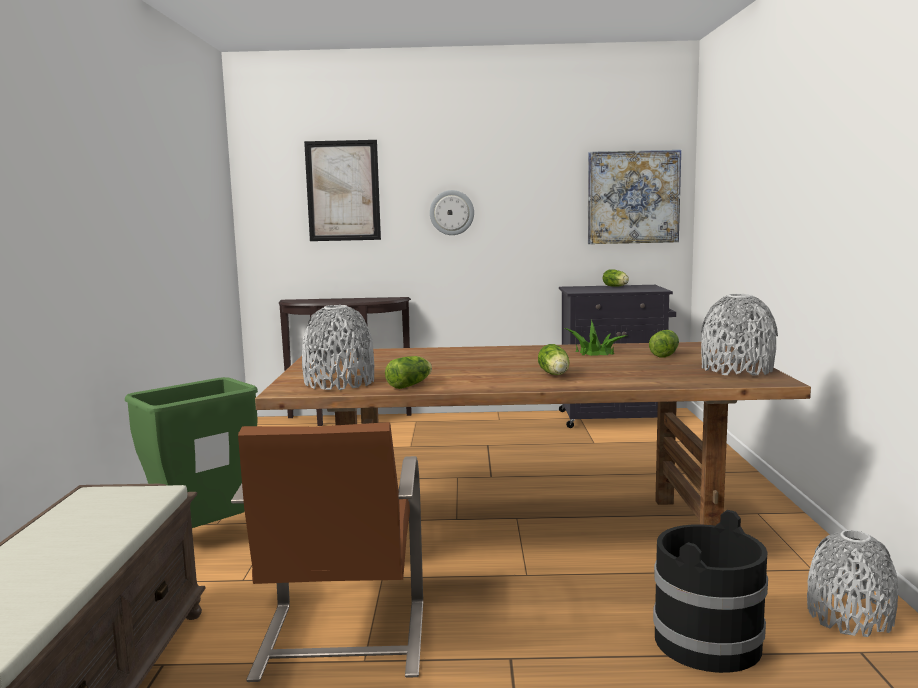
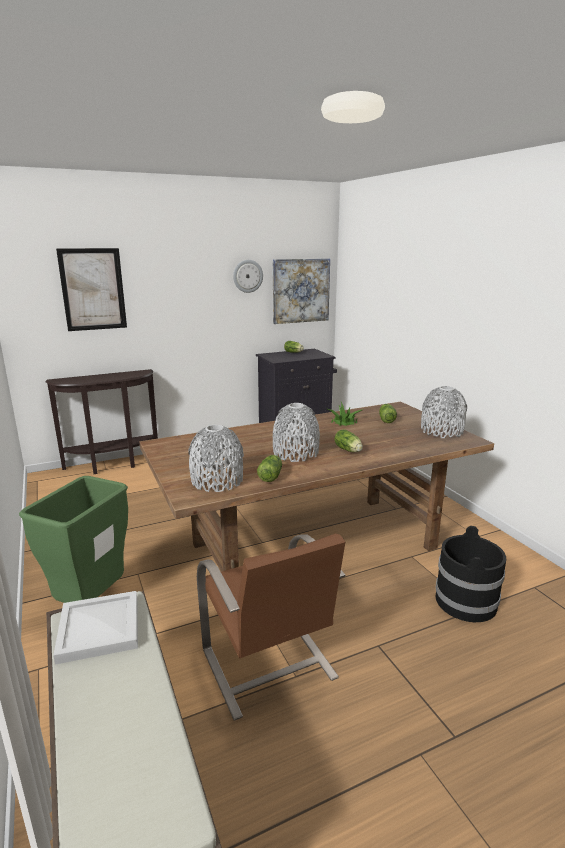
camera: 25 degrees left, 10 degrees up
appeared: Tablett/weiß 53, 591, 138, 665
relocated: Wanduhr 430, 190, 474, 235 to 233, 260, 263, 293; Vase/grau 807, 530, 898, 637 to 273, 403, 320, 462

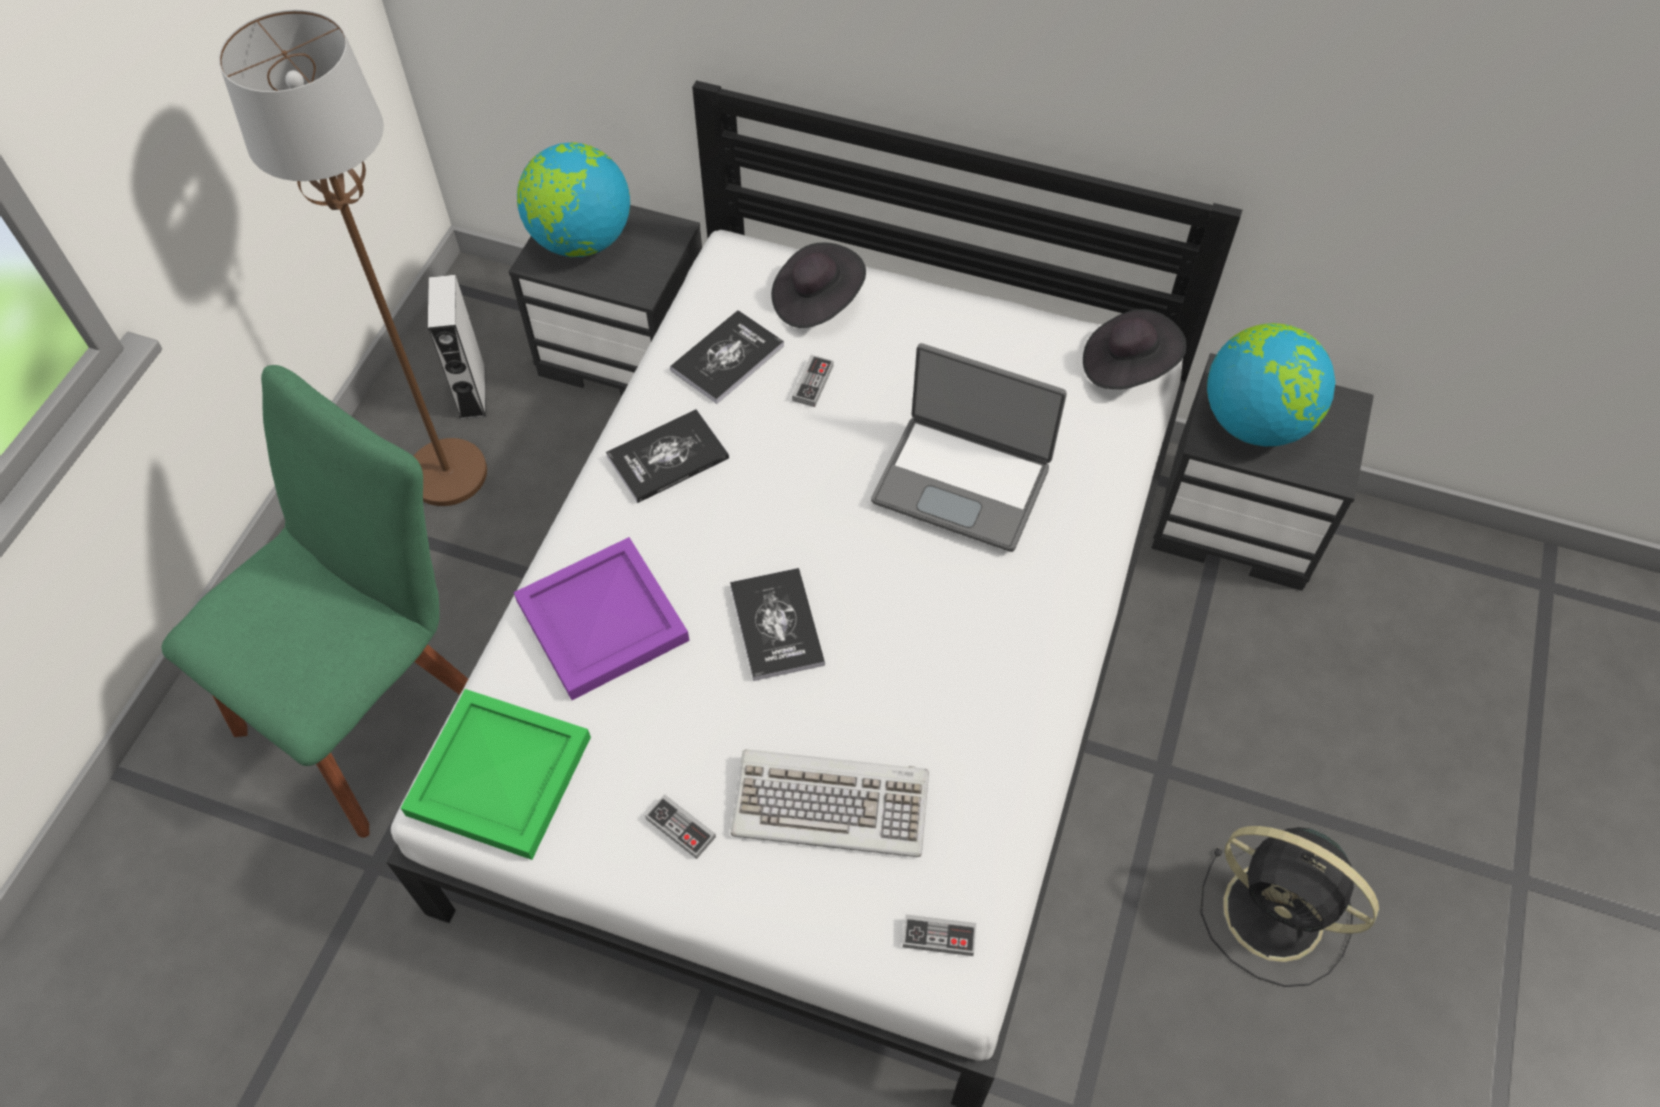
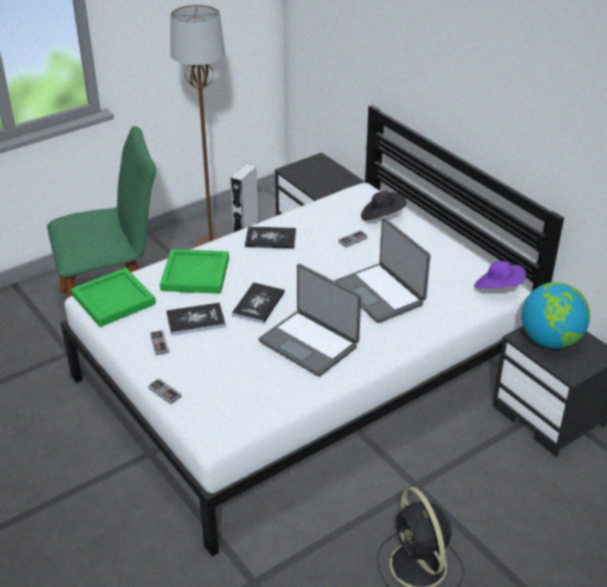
camera: 35 degrees right, 20 degrees down
missing: Globus 517, 142, 630, 257; Tastatur 731, 749, 929, 857
appeared: Laptop 258, 264, 361, 377
relocated: Buch 670, 310, 784, 404 to 166, 303, 226, 336; Gamepad 903, 914, 976, 956 to 148, 378, 182, 404
colour: Tablett/lila 514, 537, 690, 700 to Tablett/grün 160, 249, 229, 294; Hut/schwarz 1083, 309, 1187, 389 to Hut/lila 474, 261, 526, 289

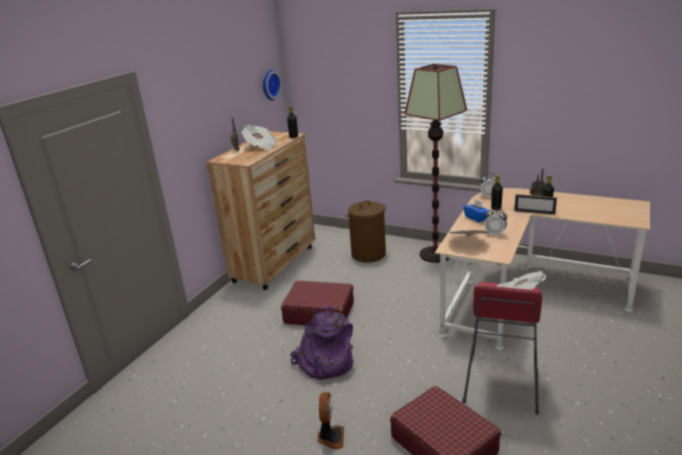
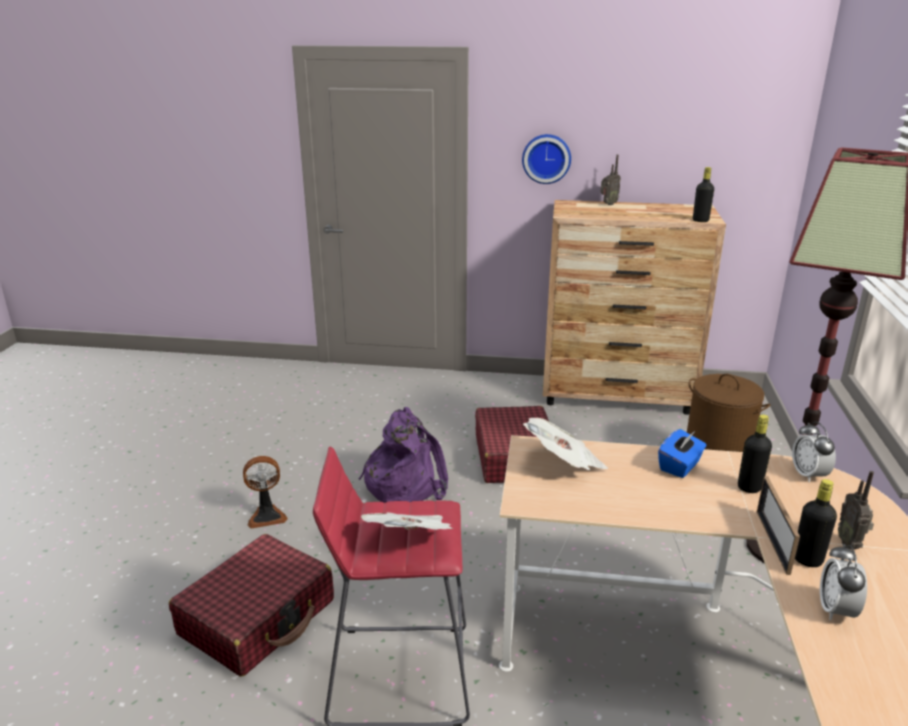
camera: 70 degrees right, 0 degrees up
missing: Zeitung 241, 125, 278, 150
relocated: Wanduhr 263, 70, 282, 101 to 522, 134, 571, 184; Wecker 485, 208, 507, 236 to 820, 544, 867, 621

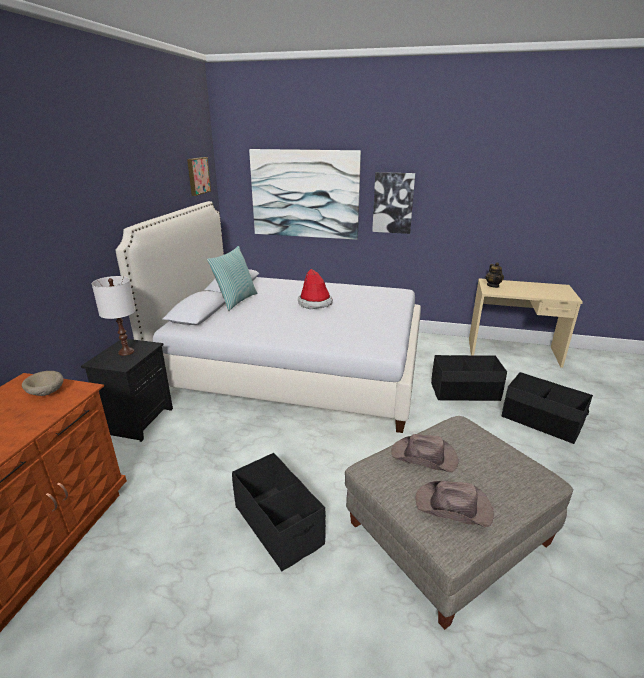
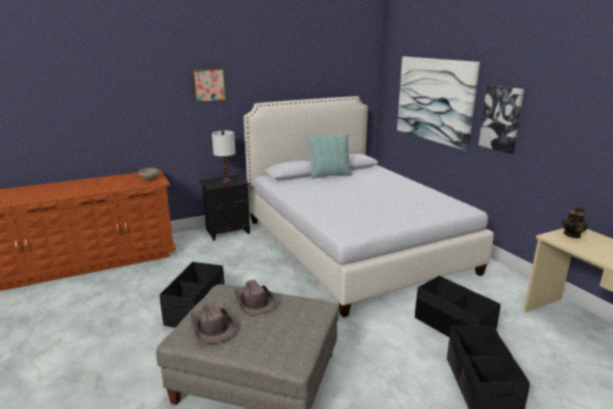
camera: 50 degrees right, 5 degrees down
missing: Hut 298, 269, 333, 309
relocated: Bild 187, 157, 211, 196 to 192, 69, 226, 103

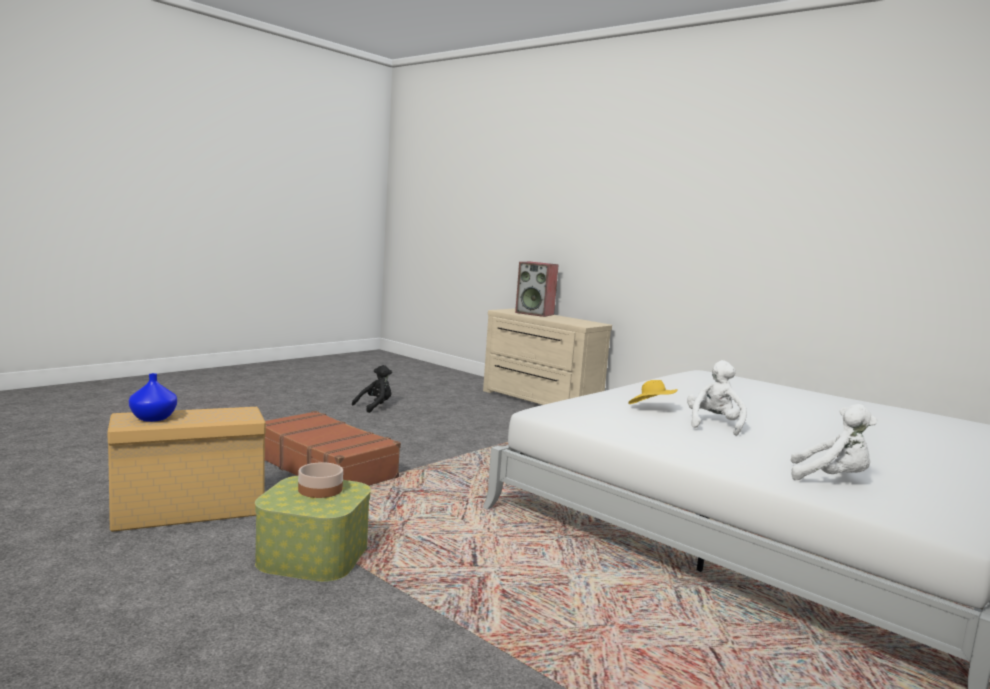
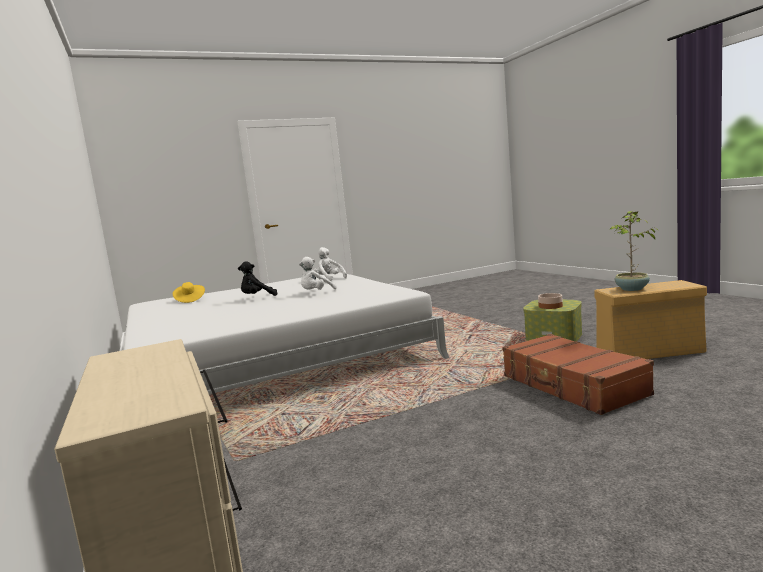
camera: 155 degrees left, 0 degrees up
missing: Vase/blau 129, 373, 177, 422; Lautsprecher 515, 262, 559, 317
appeared: Topfpflanze 610, 211, 659, 291
relocated: Plüschtier/schwarz 352, 365, 392, 413 to 238, 261, 278, 296; Hut/gelb 628, 380, 678, 404 to 173, 282, 205, 303

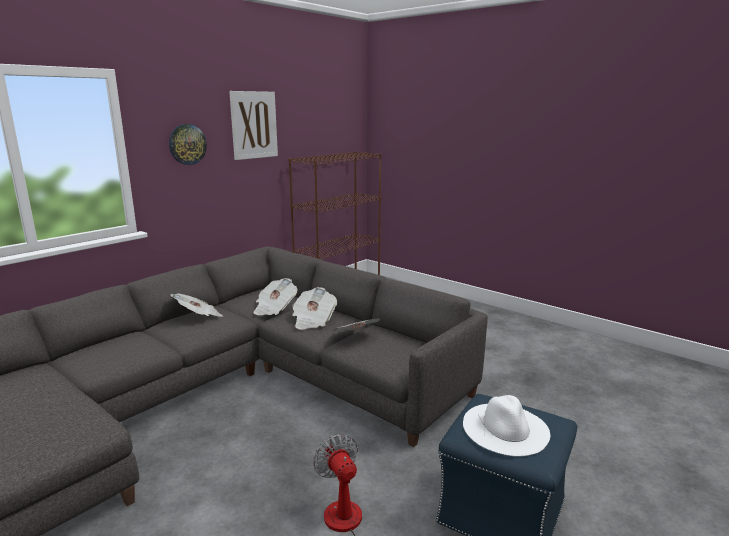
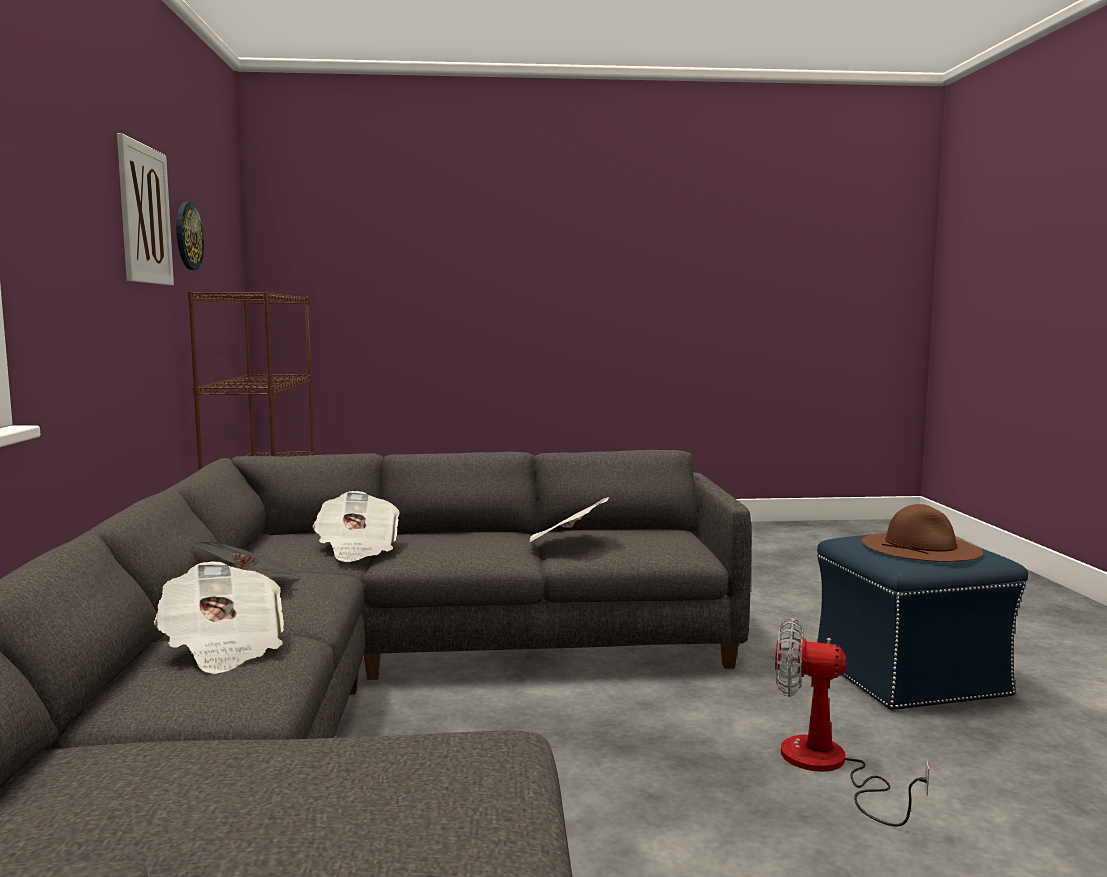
camera: 45 degrees left, 10 degrees down
relocated: Wanduhr 169, 124, 207, 165 to 176, 202, 204, 270; Zeitung 292, 287, 337, 330 to 154, 562, 284, 674
colour: Hut/weiß 463, 395, 550, 457 to Hut/braun 861, 504, 983, 562

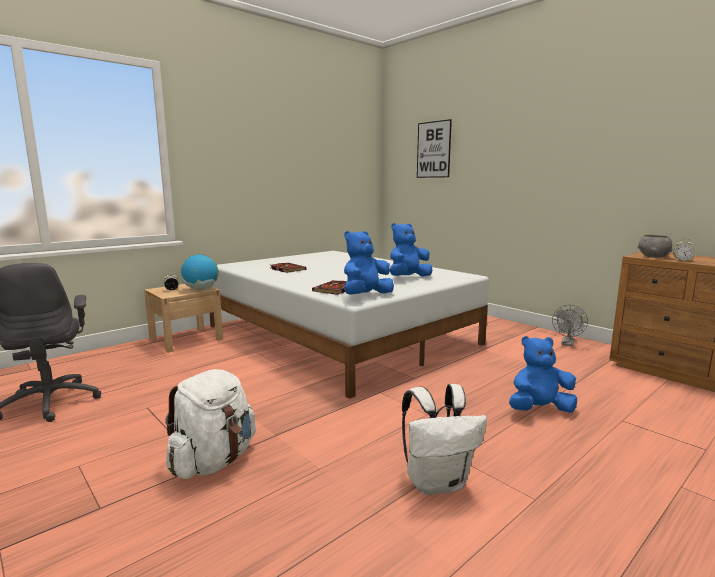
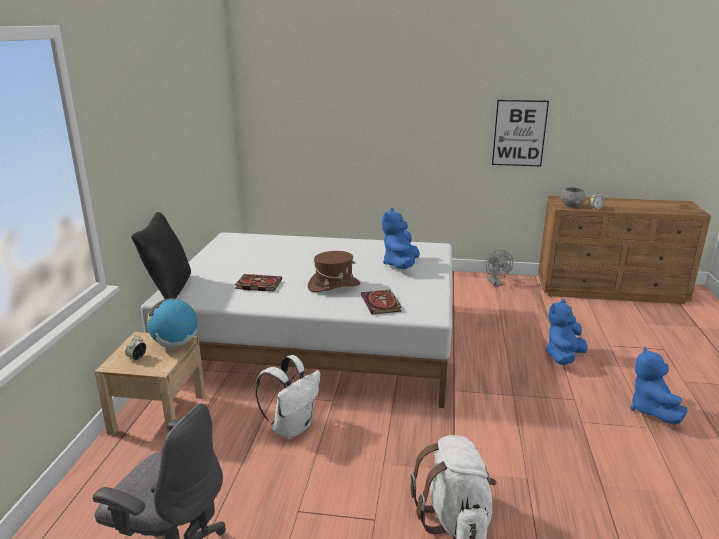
camera: 40 degrees left, 10 degrees up
appeared: Kissen/schwarz 131, 212, 191, 299; Hut/braun 308, 251, 361, 292
relocated: Plüschtier/blau 344, 231, 394, 295 to 630, 346, 687, 424; Rucksack/weiß 402, 384, 487, 495 to 255, 355, 320, 439; Bild 417, 119, 452, 178 to 492, 100, 549, 166

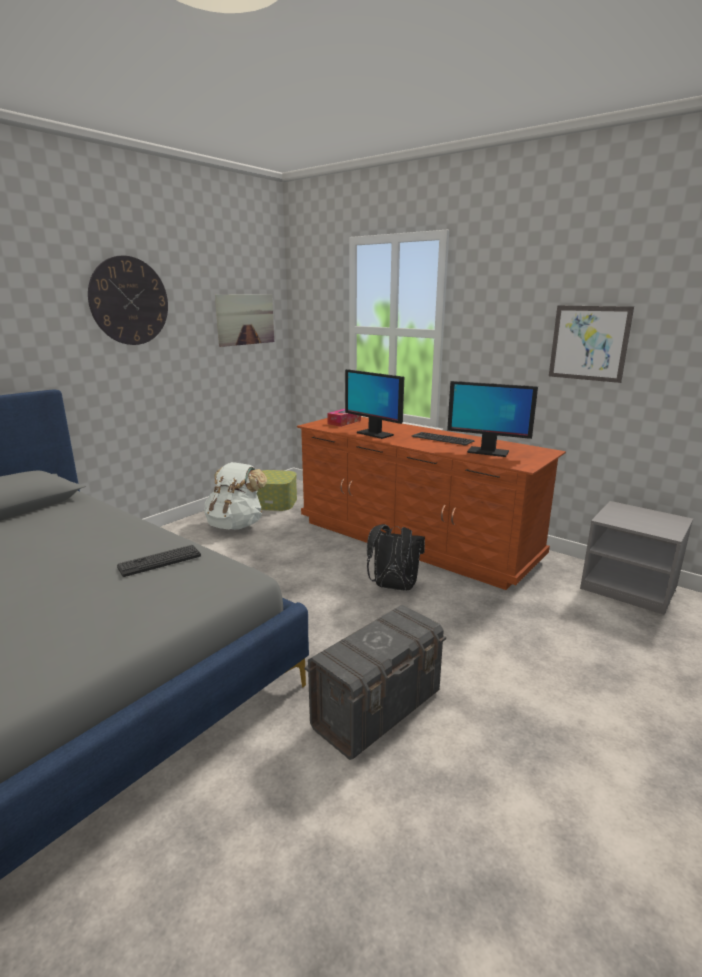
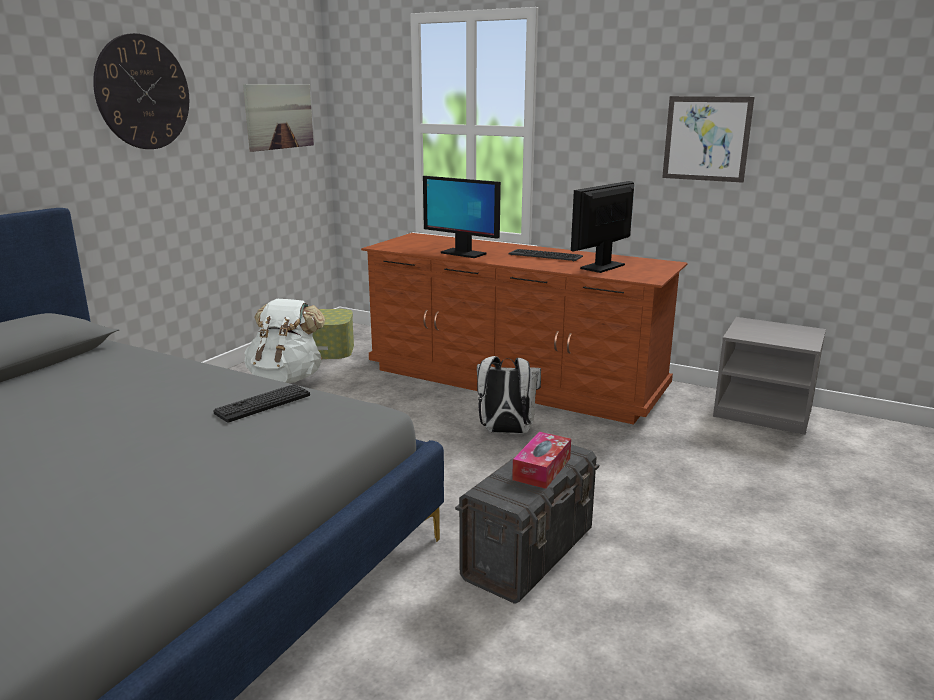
camera: 10 degrees left, 0 degrees up
relocated: Taschentuchbox 327, 409, 361, 427 to 512, 432, 571, 489
colour: Rucksack/schwarz 367, 524, 425, 591 to Rucksack/weiß 477, 356, 541, 434
spun: Monitor 447, 381, 538, 457 = 571, 181, 634, 273 120 degrees clockwise

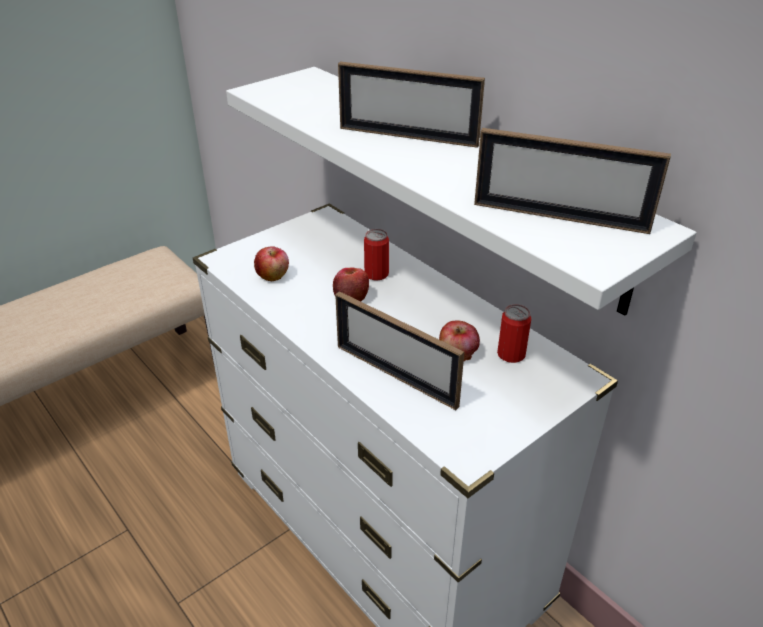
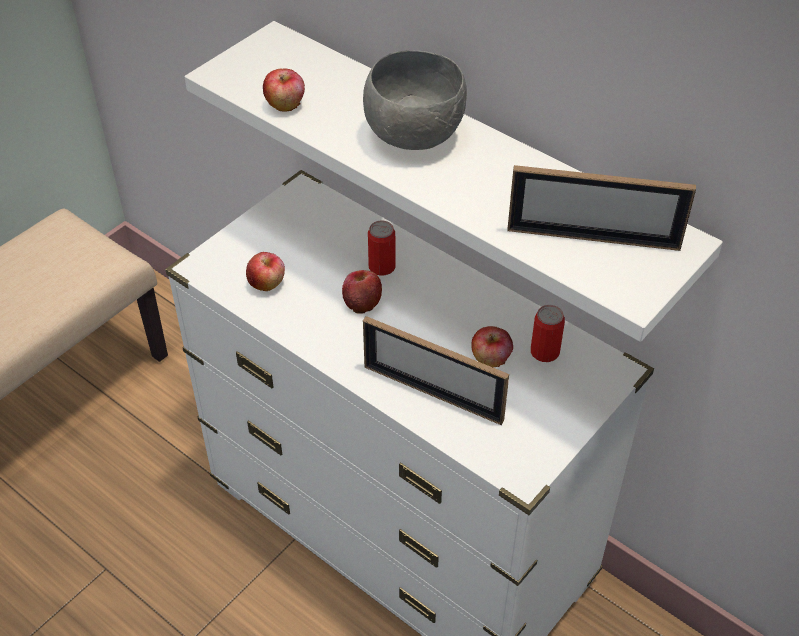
camera: 10 degrees left, 10 degrees up
appeared: Apfel 263, 69, 305, 111
exchanged: Bilderrahmen 338, 62, 485, 148 to Schüssel/grau 363, 50, 467, 150

